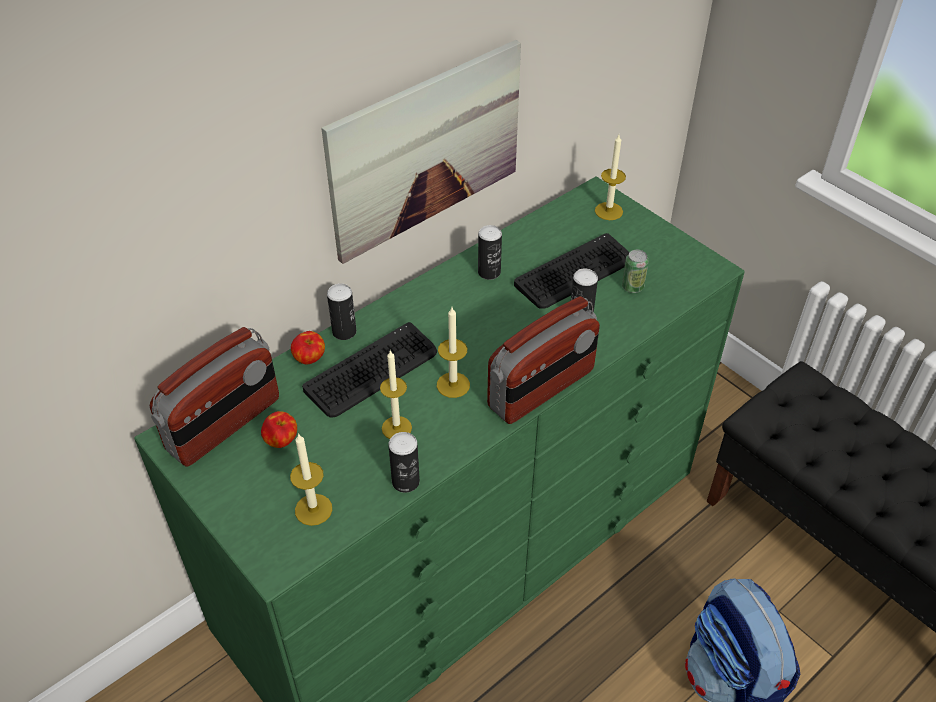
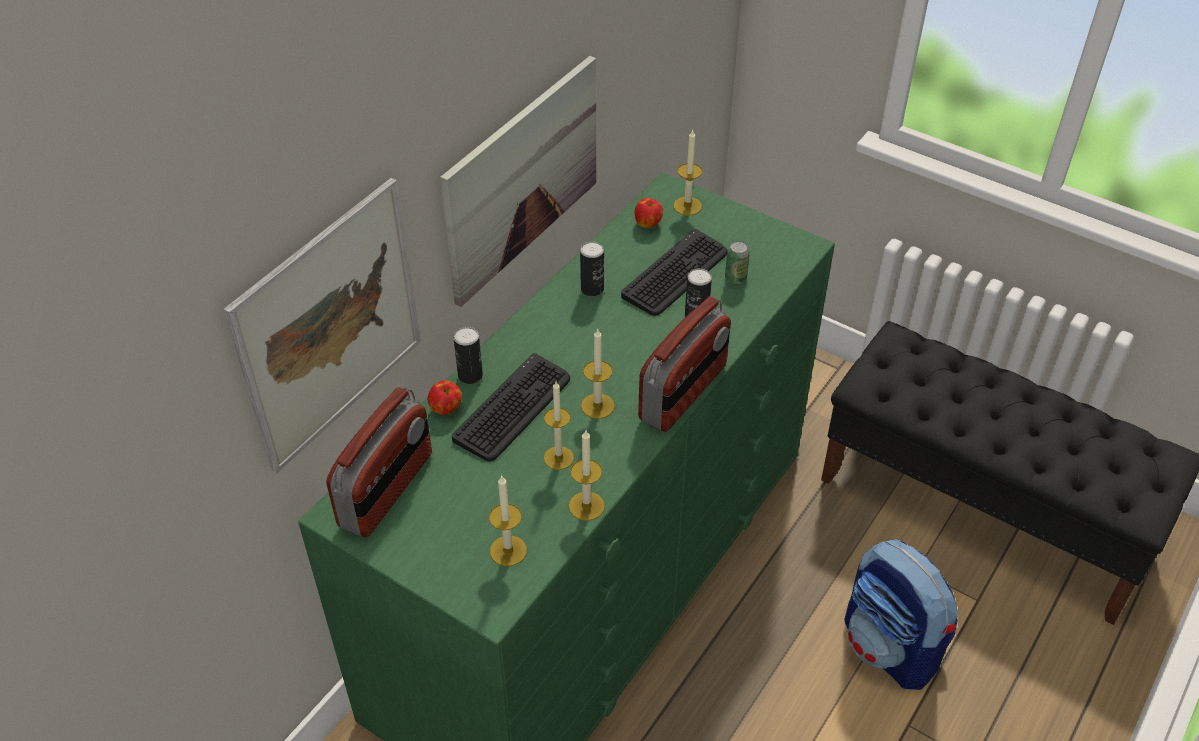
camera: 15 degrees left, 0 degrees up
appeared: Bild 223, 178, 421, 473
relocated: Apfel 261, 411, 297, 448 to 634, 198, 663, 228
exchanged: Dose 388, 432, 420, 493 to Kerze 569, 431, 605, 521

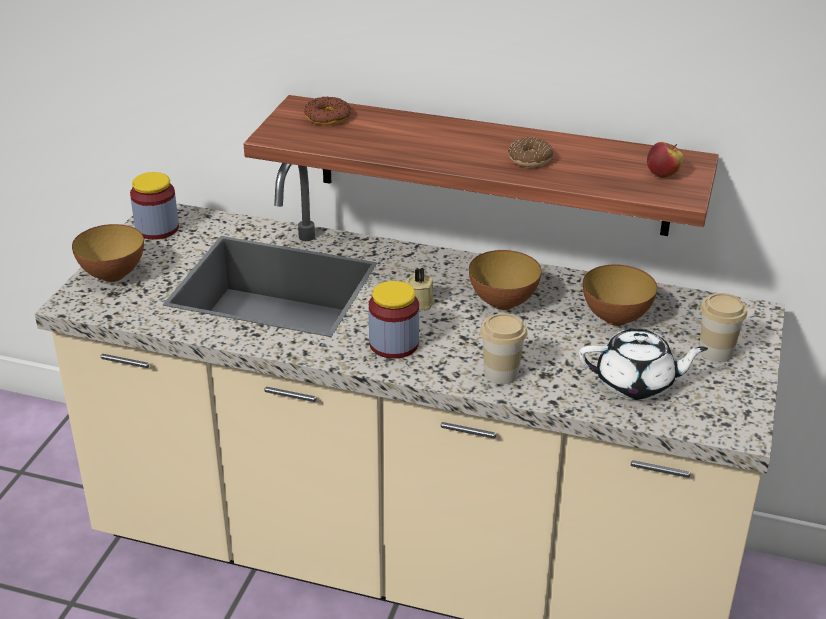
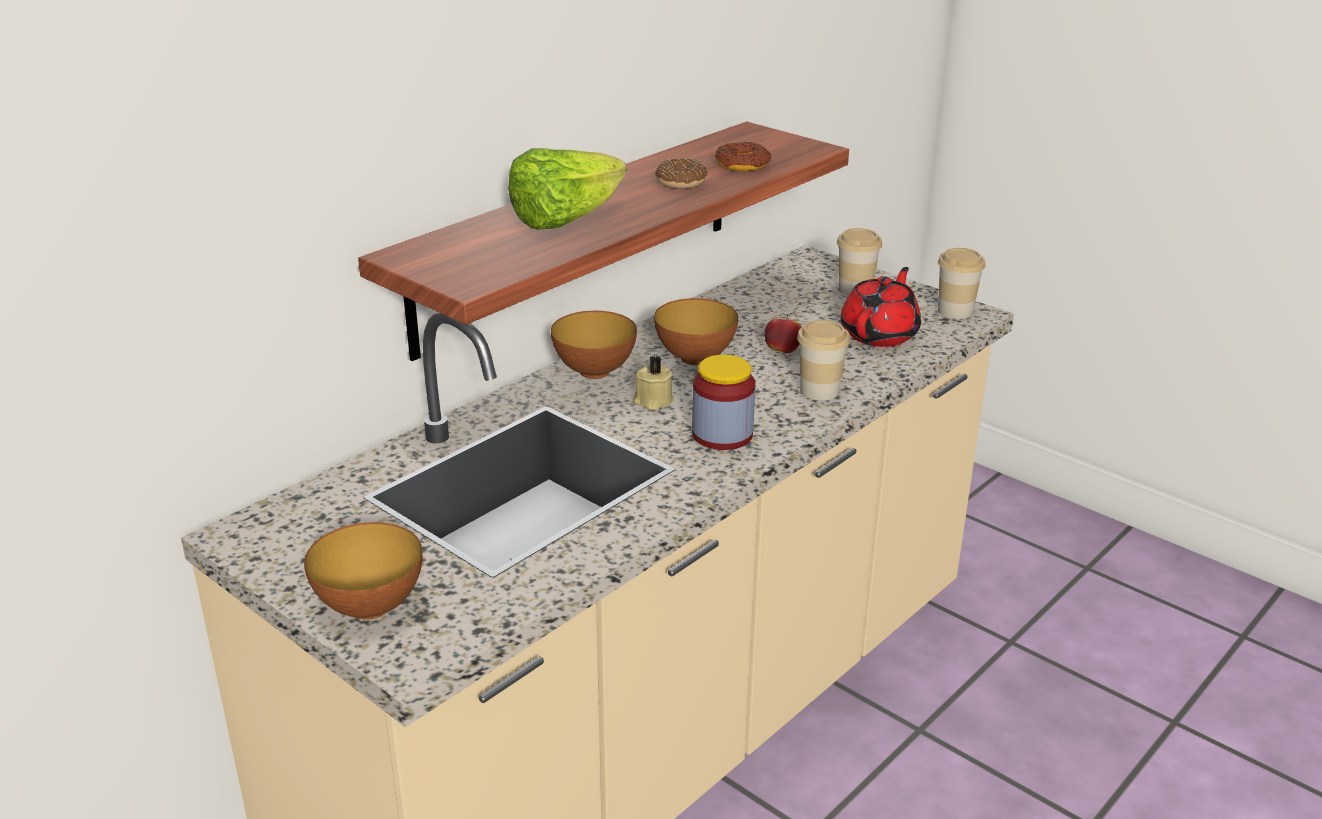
camera: 65 degrees left, 5 degrees down
missing: Vorratsglas 130, 172, 179, 240
appeared: Salatkopf 508, 148, 627, 230; Tasse 938, 248, 985, 319
relocated: Donut 304, 97, 351, 125 to 715, 142, 771, 171; Schüssel 583, 264, 657, 326 to 551, 311, 637, 379; Apfel 647, 142, 684, 178 to 764, 314, 802, 353
colour: Teekanne/weiß 579, 329, 708, 400 to Teekanne/rot 840, 267, 921, 347

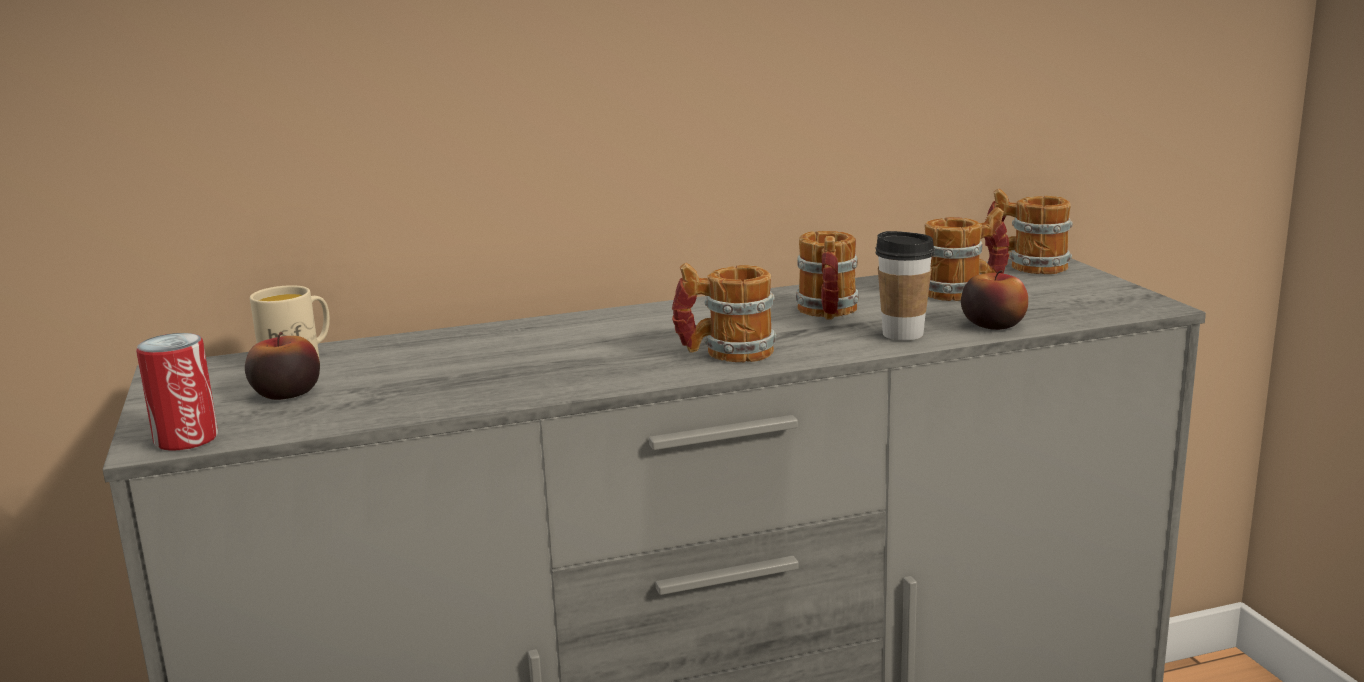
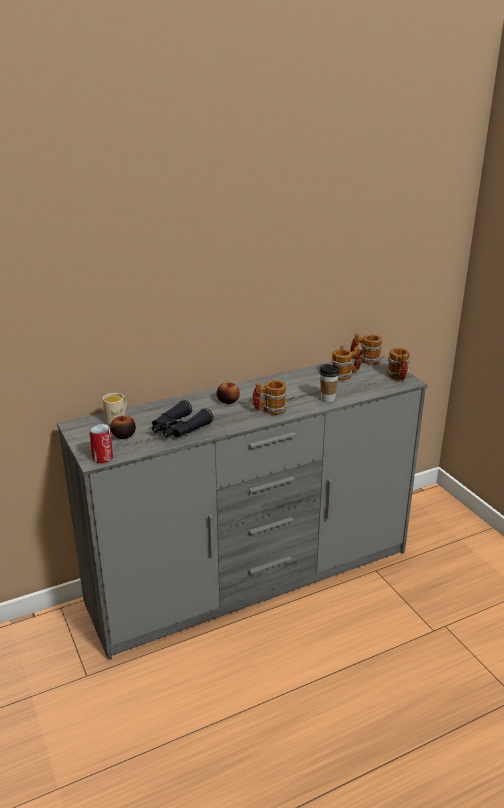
camera: 10 degrees left, 10 degrees up
appeared: Fernglas/schwarz 152, 400, 214, 438
relocated: Henkelbecher 796, 231, 859, 320 to 386, 348, 410, 381; Apfel 961, 270, 1028, 330 to 217, 383, 240, 404

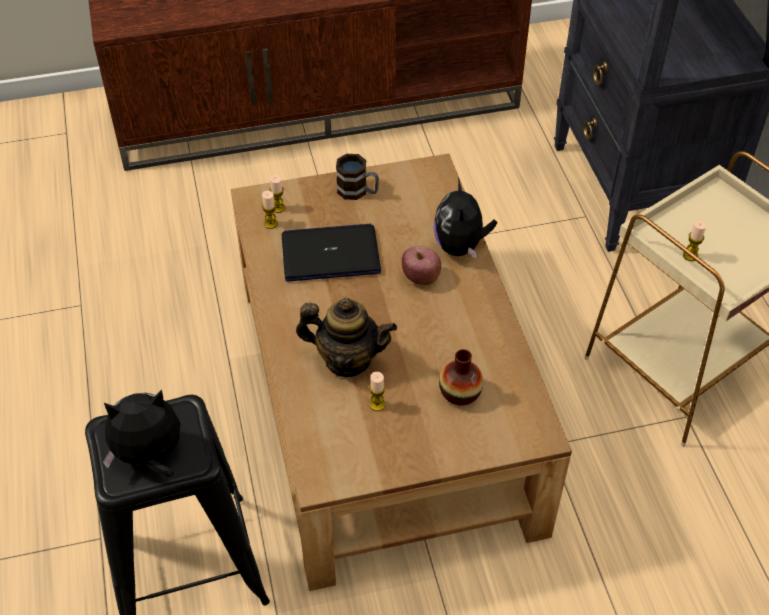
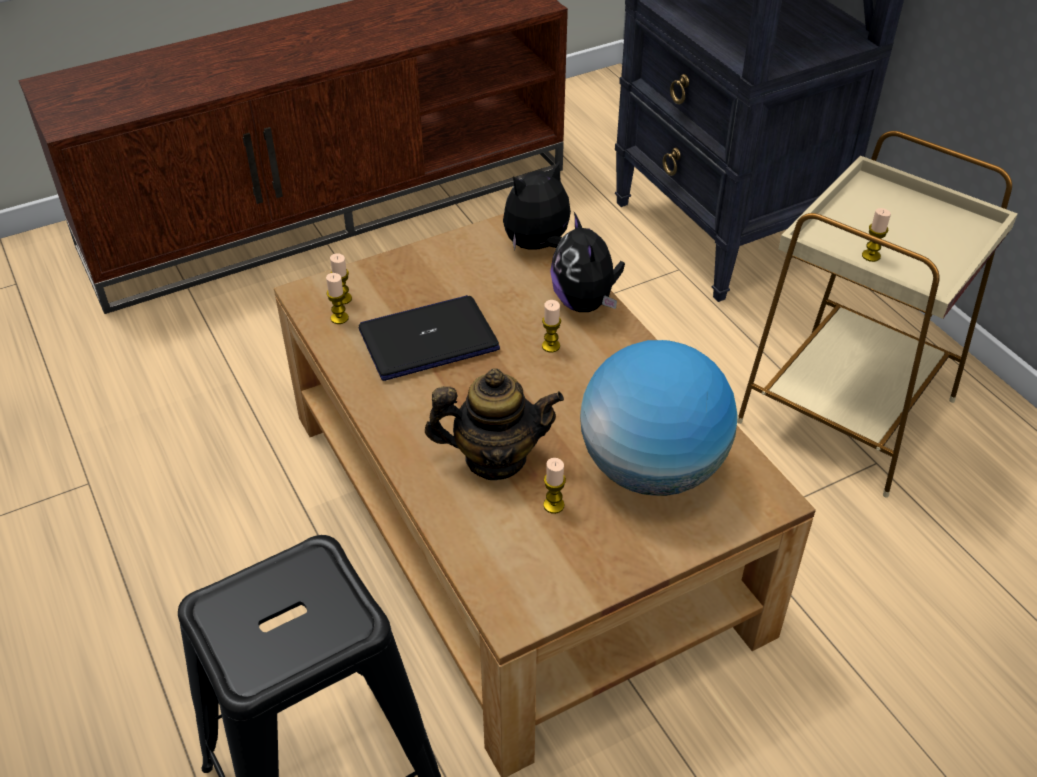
camera: 15 degrees left, 5 degrees down
missing: Henkelbecher 336, 154, 379, 200
relocated: Plüschtier 103, 389, 181, 477 to 503, 161, 571, 251
exchanged: Apfel 402, 246, 441, 285 to Kerze 542, 300, 561, 353; Vase 439, 349, 483, 406 to Globus 580, 340, 738, 496

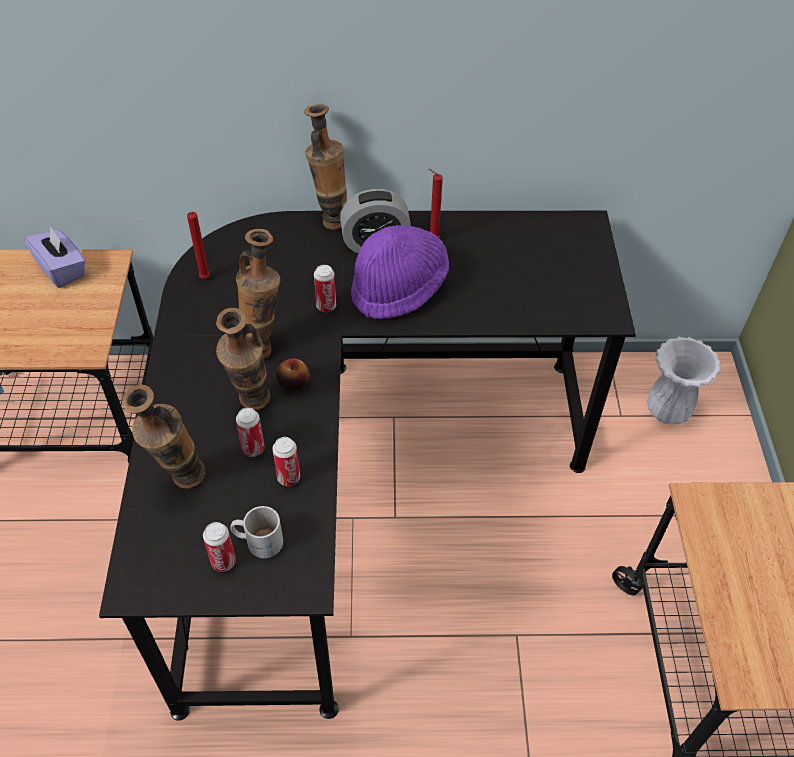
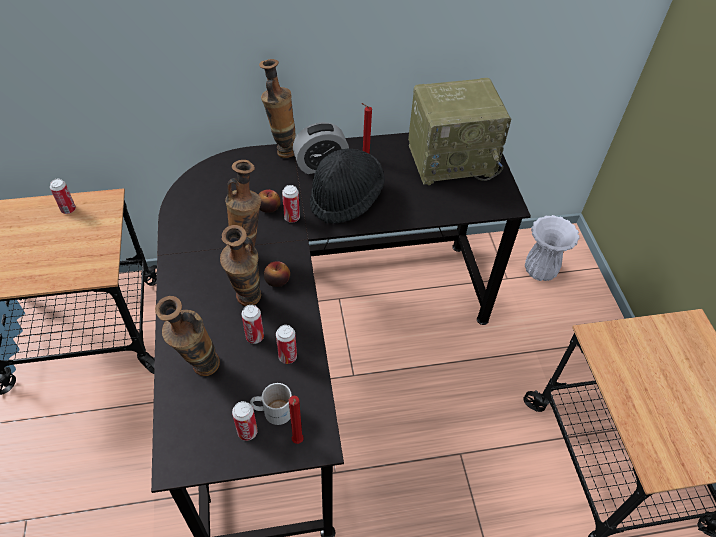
camera: 10 degrees left, 0 degrees up
appeared: Apfel 258, 189, 280, 213; Radio 408, 78, 511, 185
relocated: Kerze/rot 187, 212, 210, 278 to 289, 396, 304, 444
exchanged: Taschentuchbox/lila 24, 226, 86, 288 to Dose 50, 179, 76, 214
colour: Hut/lila 351, 225, 449, 319 to Hut/schwarz 310, 149, 385, 224

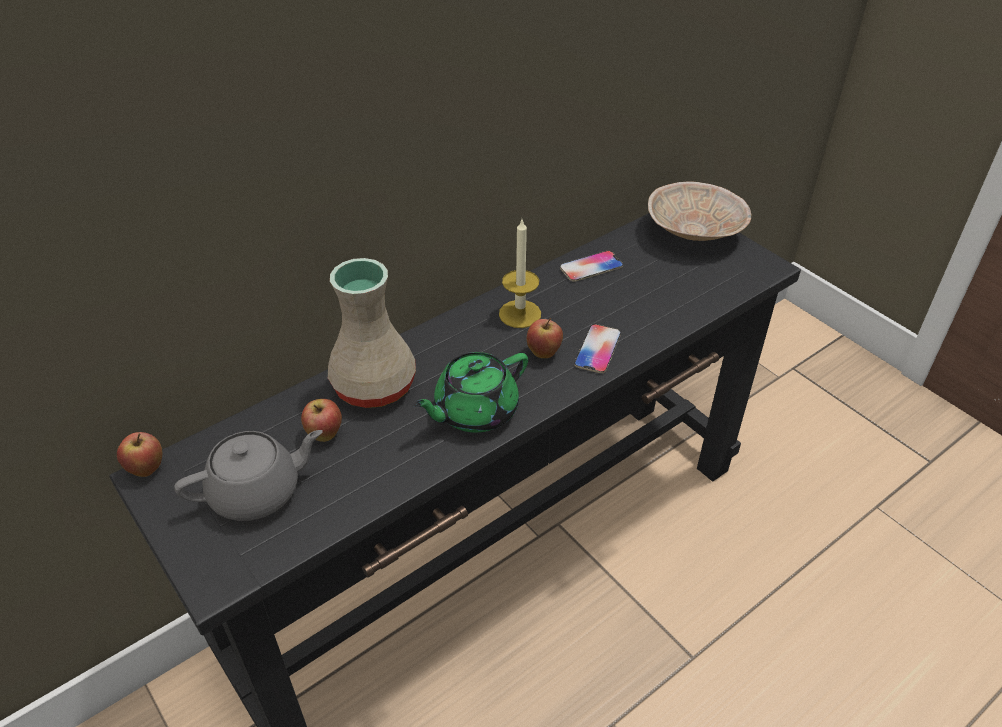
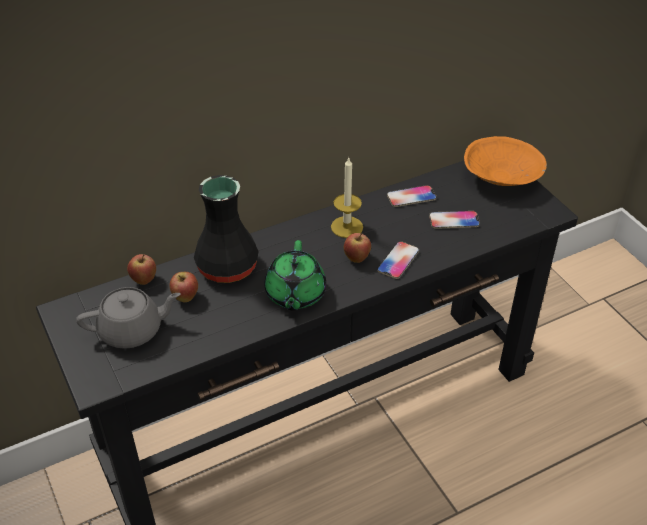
camera: 10 degrees right, 0 degrees up
appeared: Handy 429, 211, 480, 229
relocated: Apfel 117, 432, 162, 477 to 127, 254, 156, 285
colour: Vase/beige 328, 258, 416, 408 to Vase/schwarz 194, 175, 259, 283; Schüssel/beige 648, 181, 751, 241 to Schüssel/orange 464, 136, 547, 186
spun: Teekanne/grün 413, 352, 528, 432 = 264, 240, 326, 311 60 degrees counterclockwise

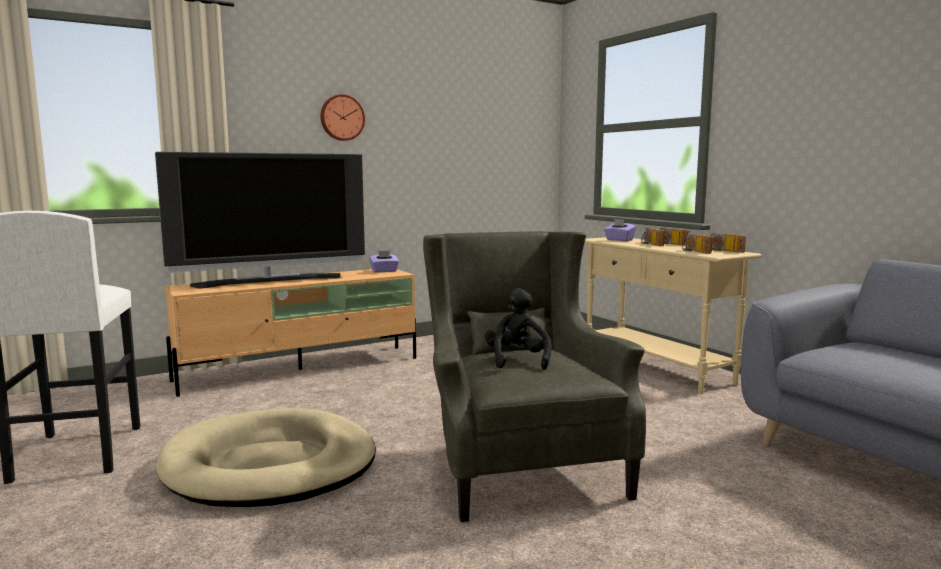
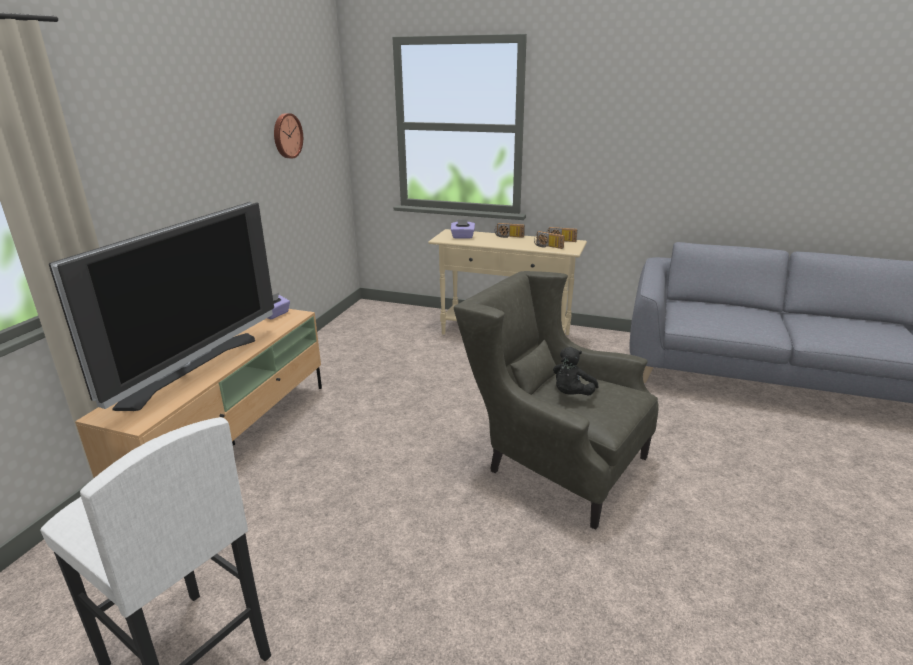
camera: 40 degrees left, 15 degrees up
missing: Hundebett/beige 156, 408, 376, 507; Radio 641, 228, 665, 246
relocated: Wanduhr 320, 94, 365, 141 to 274, 113, 303, 158
spun: Plüschtier/schwarz 485, 288, 552, 370 = 553, 347, 598, 395 105 degrees counterclockwise

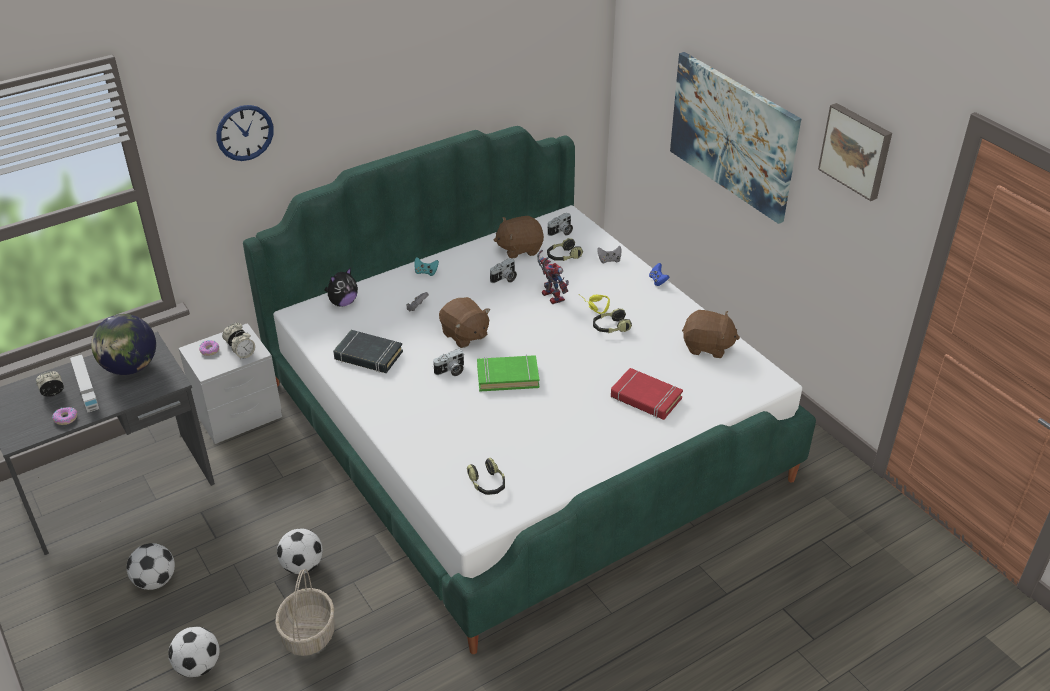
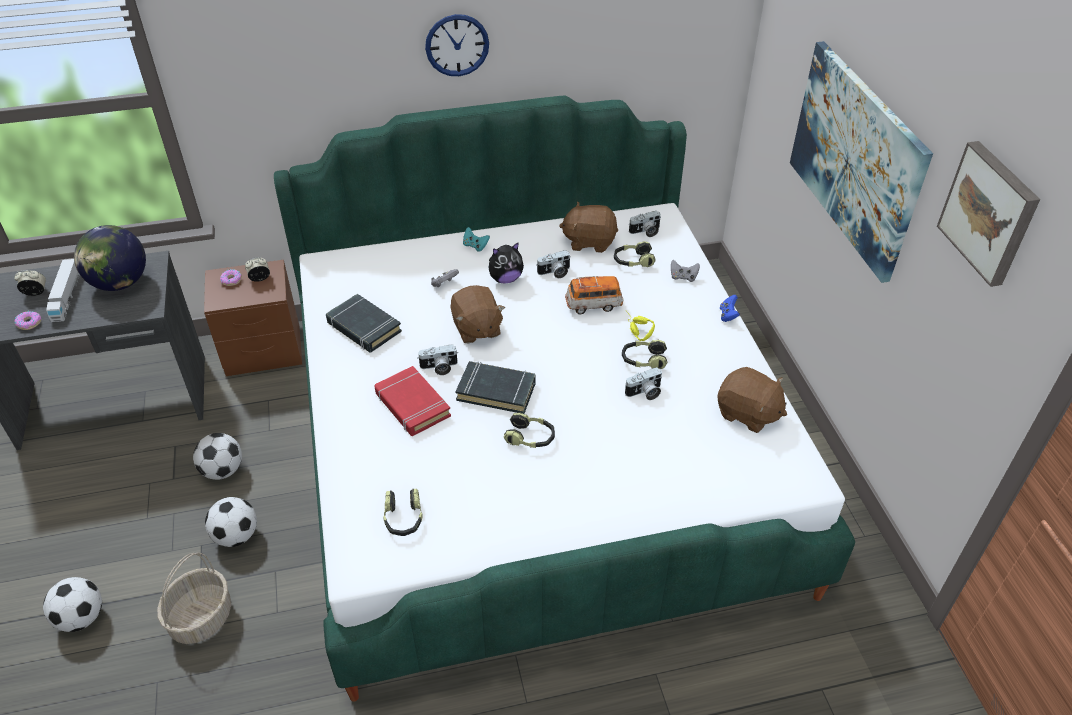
camera: 20 degrees right, 5 degrees up
missing: Wecker 231, 331, 255, 360
appeared: Kopfhörer 504, 413, 555, 448; Kamera 625, 367, 662, 400
relocated: Fußball 127, 543, 175, 590 to 193, 433, 242, 480; Wanduhr 216, 105, 274, 161 to 425, 14, 489, 76; Plüschtier 324, 267, 358, 307 to 489, 242, 524, 284; Buch/rot 611, 368, 683, 420 to 375, 366, 451, 436
exchanged: Spielzeugroboter 537, 250, 569, 304 to Spielzeugauto 565, 276, 623, 314
colour: Nachttisch/grau 179, 323, 282, 444 to Nachttisch/braun 204, 260, 302, 376; Buch/grün 477, 355, 539, 392 to Buch/schwarz 455, 361, 536, 414

